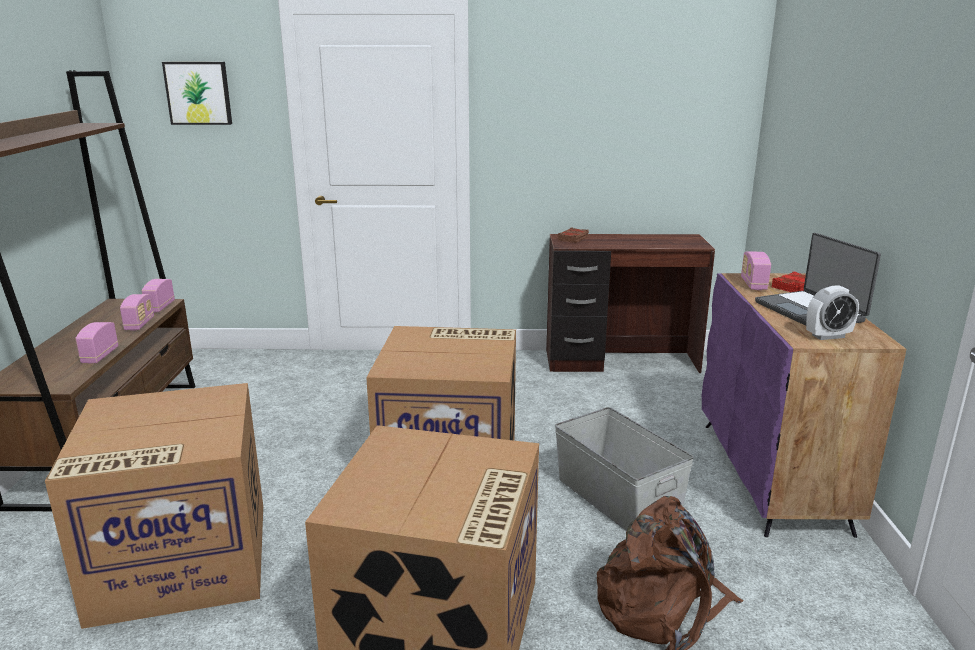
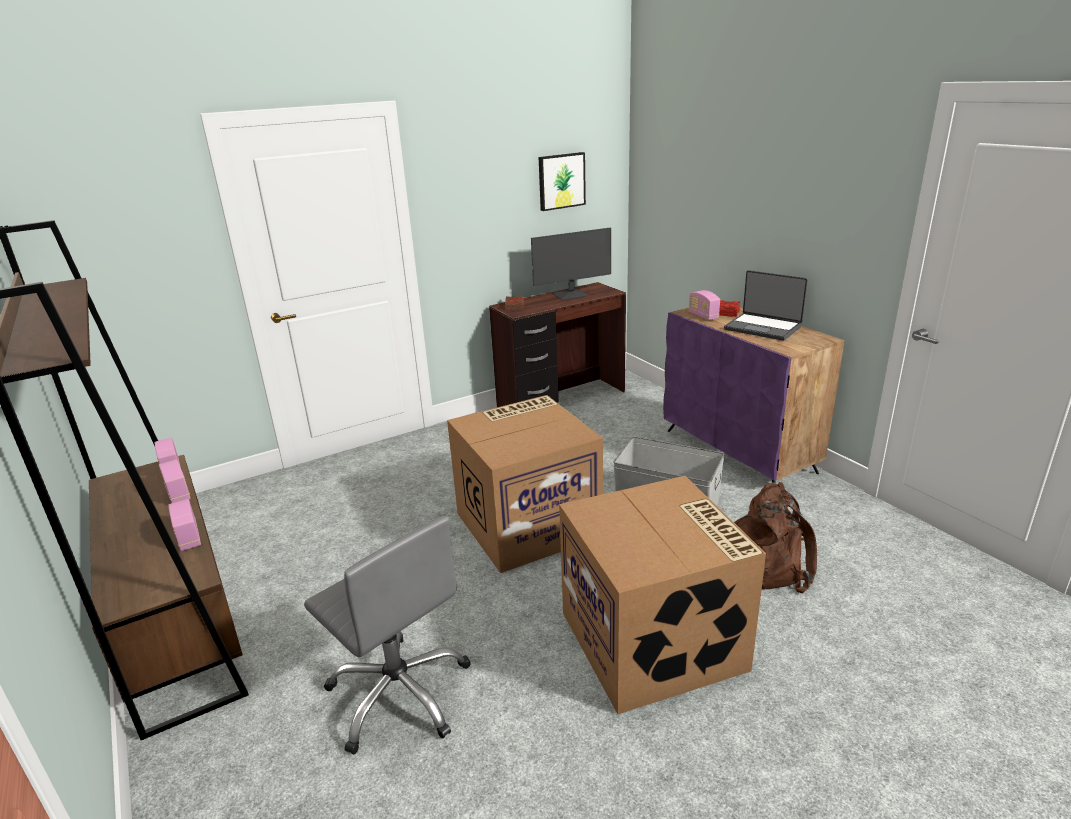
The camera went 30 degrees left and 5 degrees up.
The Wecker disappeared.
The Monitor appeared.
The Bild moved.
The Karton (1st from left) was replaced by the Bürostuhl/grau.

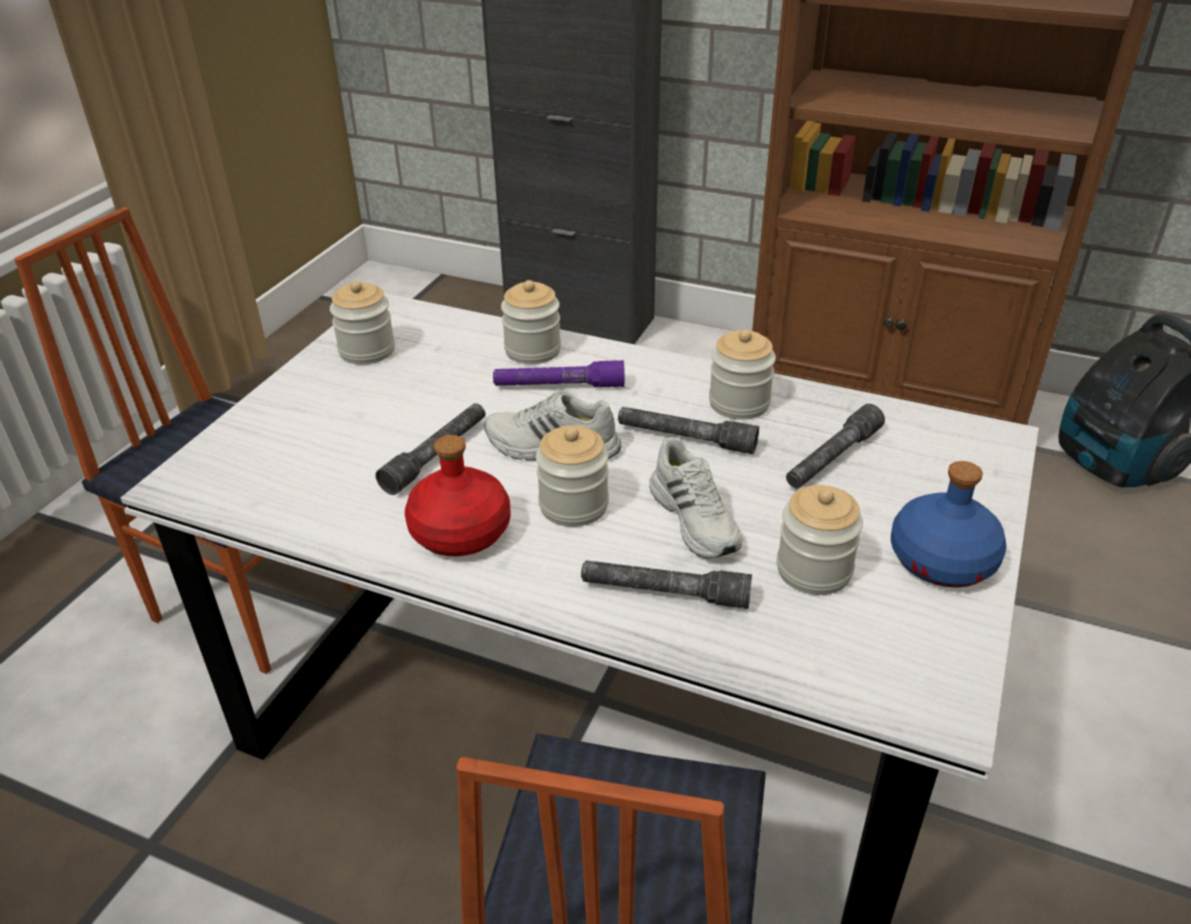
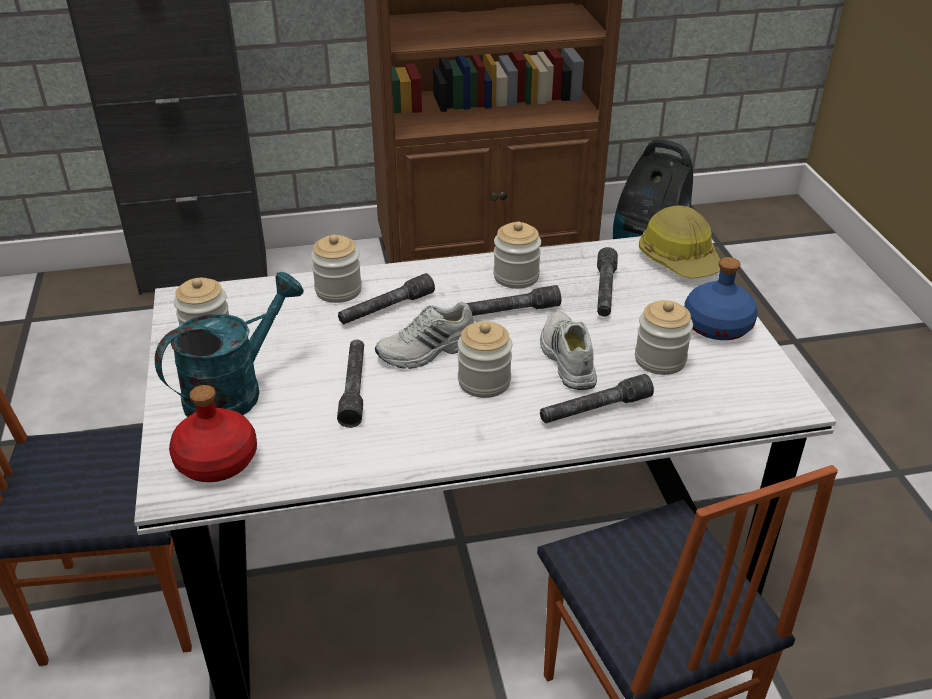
The camera went 35 degrees left and 0 degrees up.
The Gießkanne/türkis appeared.
The Schutzhelm appeared.
The Flasche/rot moved.
The Taschenlampe/lila became the Taschenlampe/grau (2nd from left).
The Schuh/weiß (2nd from left) turned 135 degrees counterclockwise.

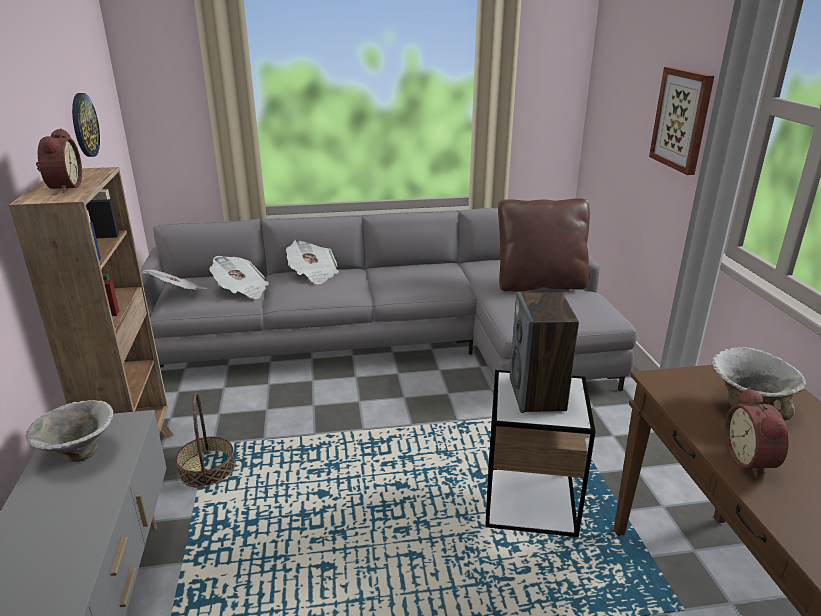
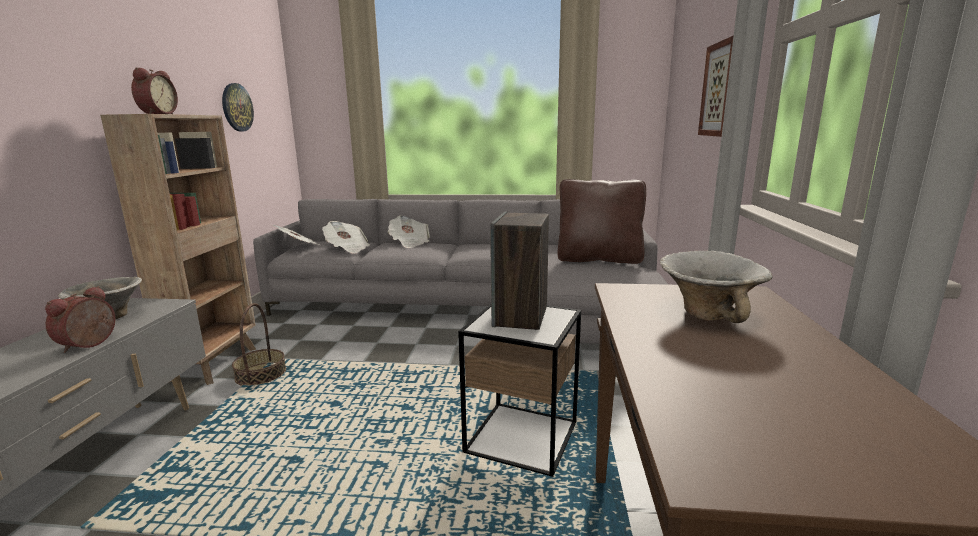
The camera went 15 degrees right and 10 degrees down.
The Wecker (2nd from left in the first image) moved.

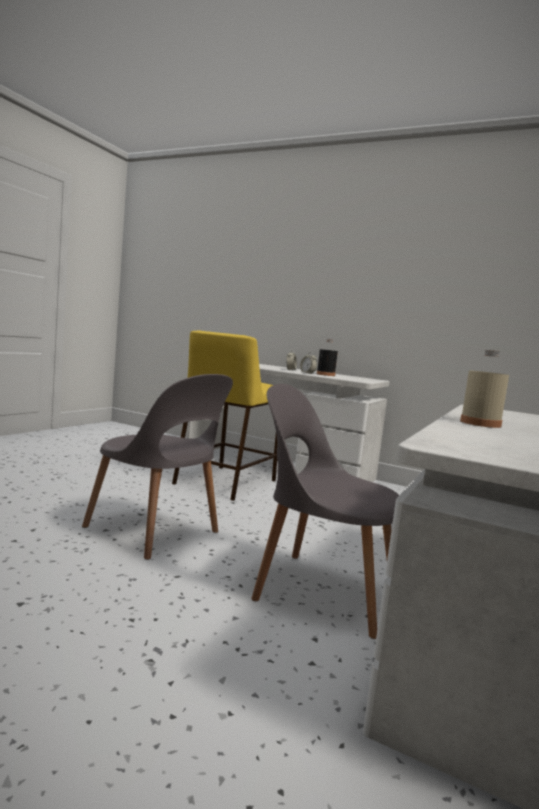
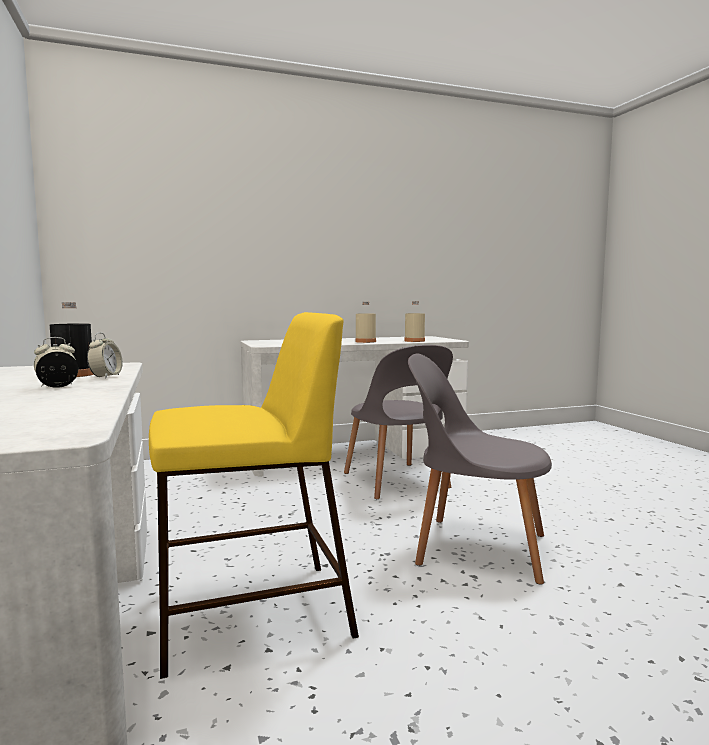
The camera went 135 degrees left and 0 degrees up.
The Flasche/beige (2nd from left) appeared.
The Stuhl/grau (1st from left in the first image) turned 60 degrees counterclockwise.

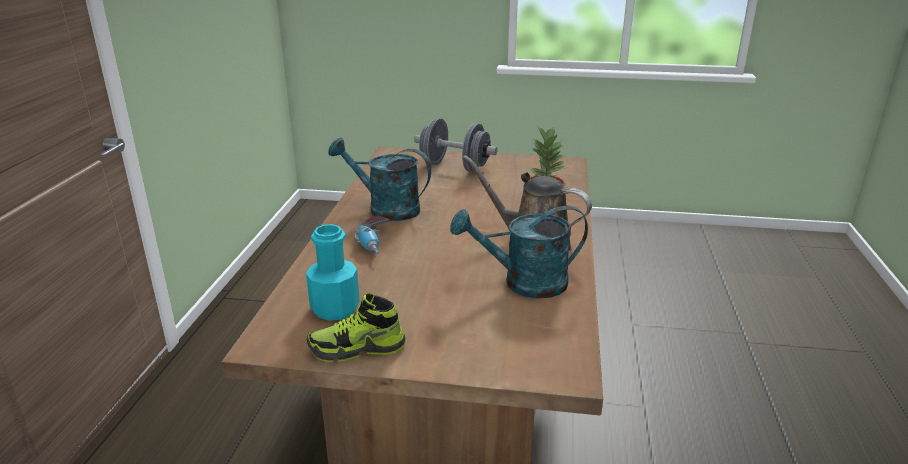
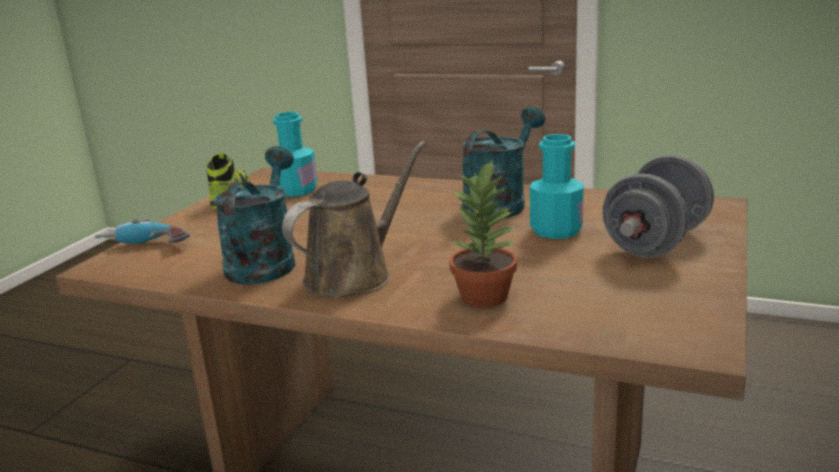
The camera went 105 degrees right and 5 degrees down.
The Flasche/türkis (2nd from left) appeared.
The Bohrmaschine moved.

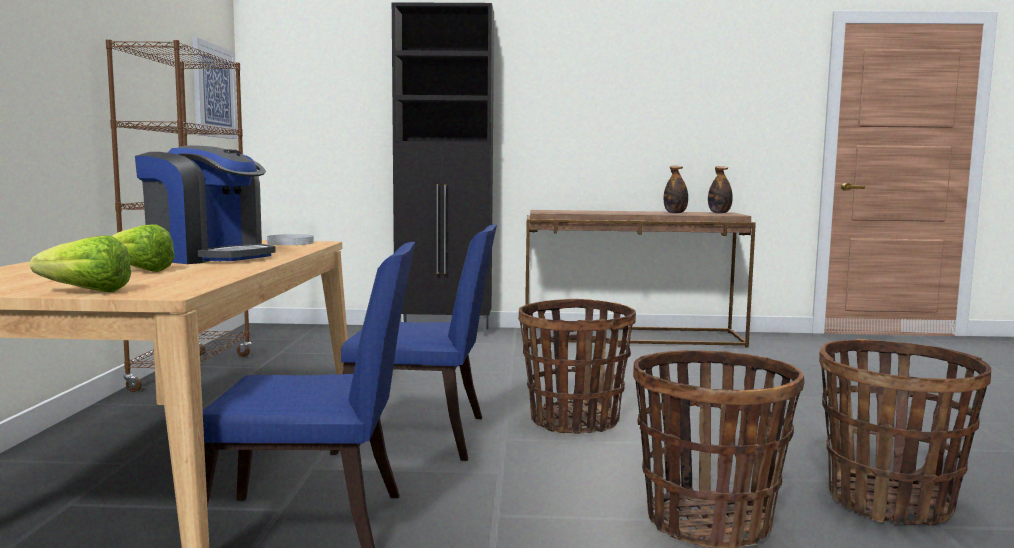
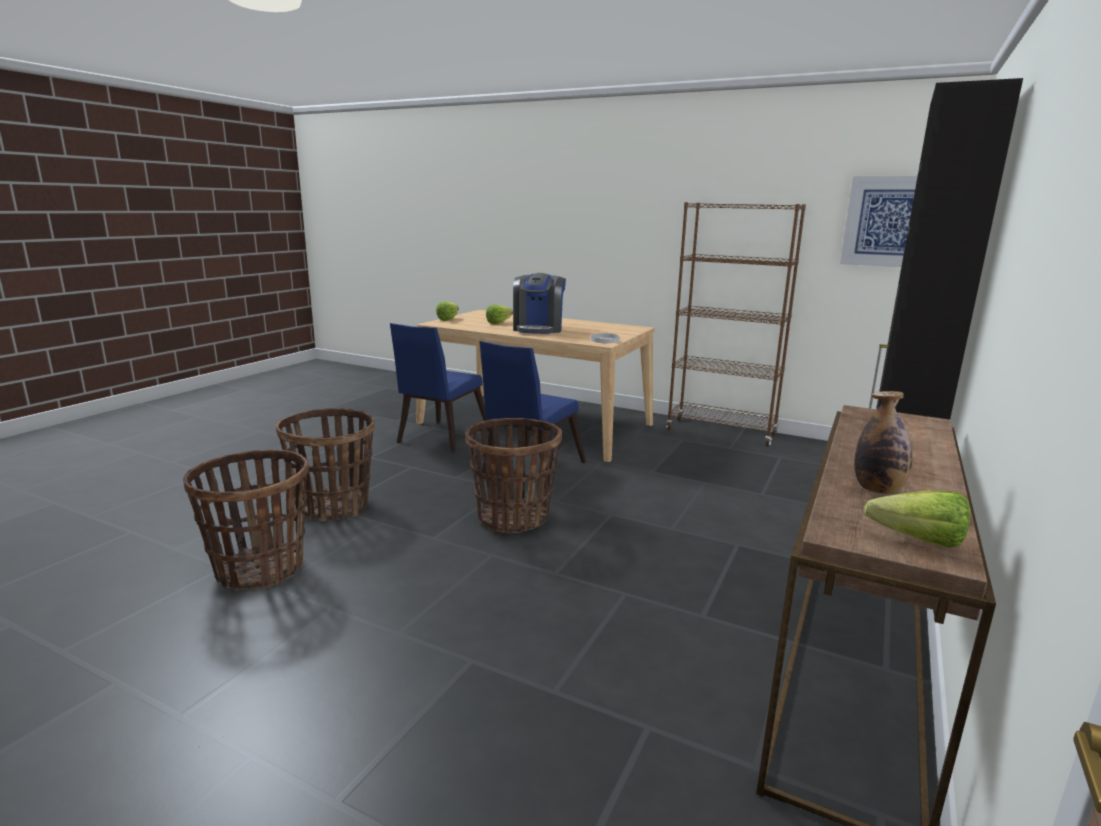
The camera went 115 degrees right and 10 degrees up.
The Flasche (2nd from left) was replaced by the Salatkopf (3rd from left).
The Kaffeemaschine turned 45 degrees counterclockwise.

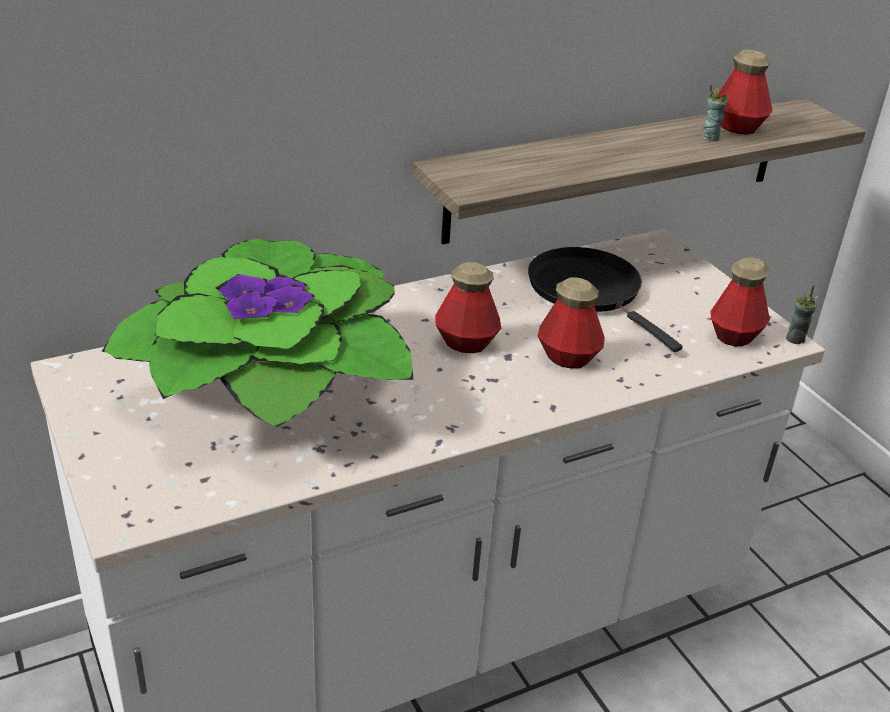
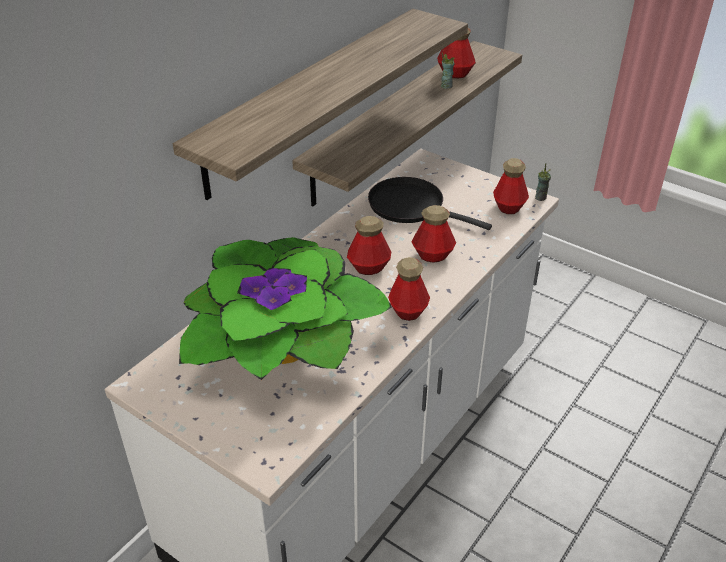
The camera went 25 degrees left and 5 degrees up.
The Wandregal (1st from left) appeared.
The Flasche (2nd from left) appeared.

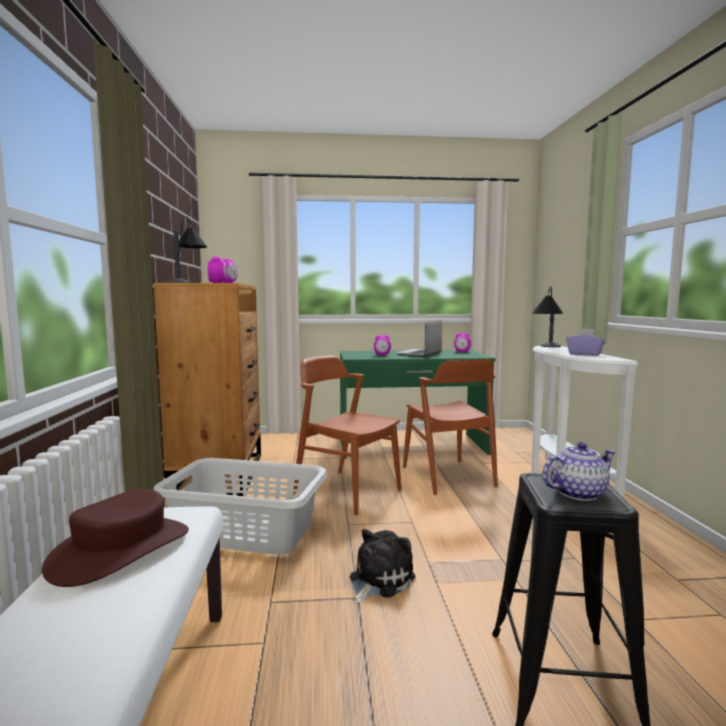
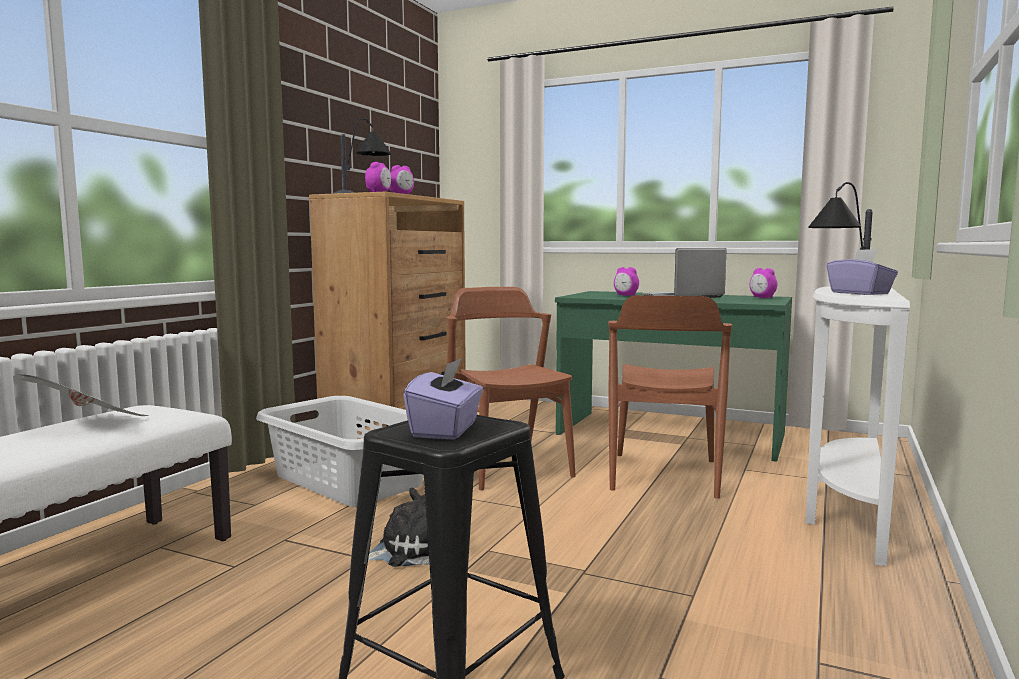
The camera went 30 degrees right and 0 degrees up.
The Hut/braun was replaced by the Zeitung.
The Teekanne was replaced by the Taschentuchbox/lila (1st from left).

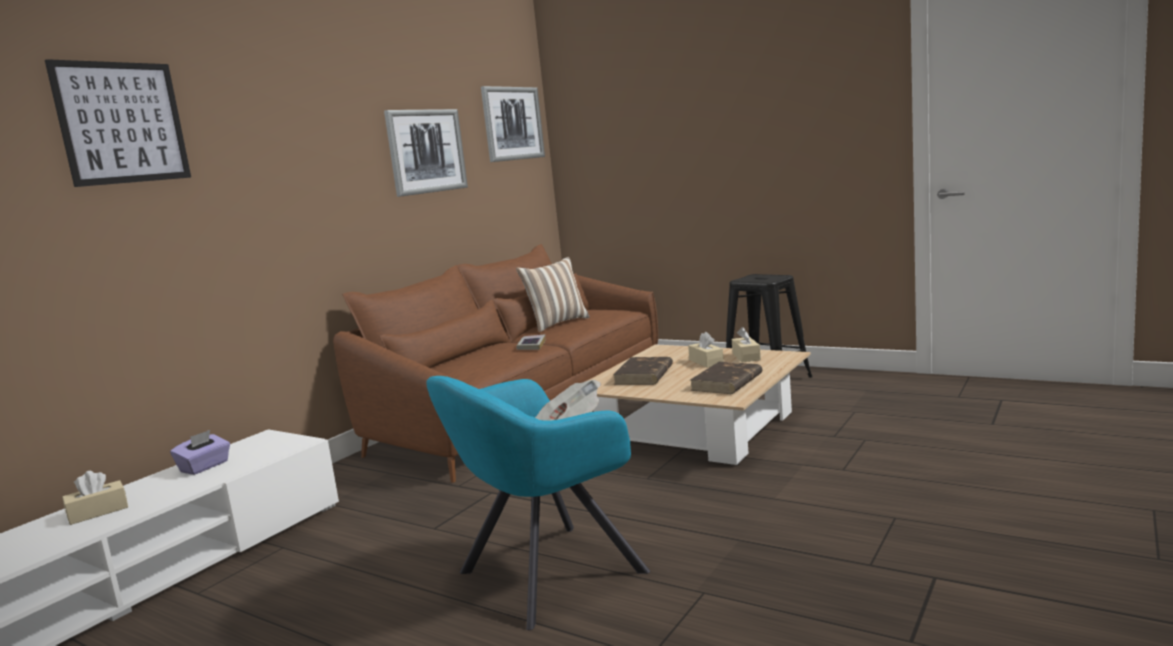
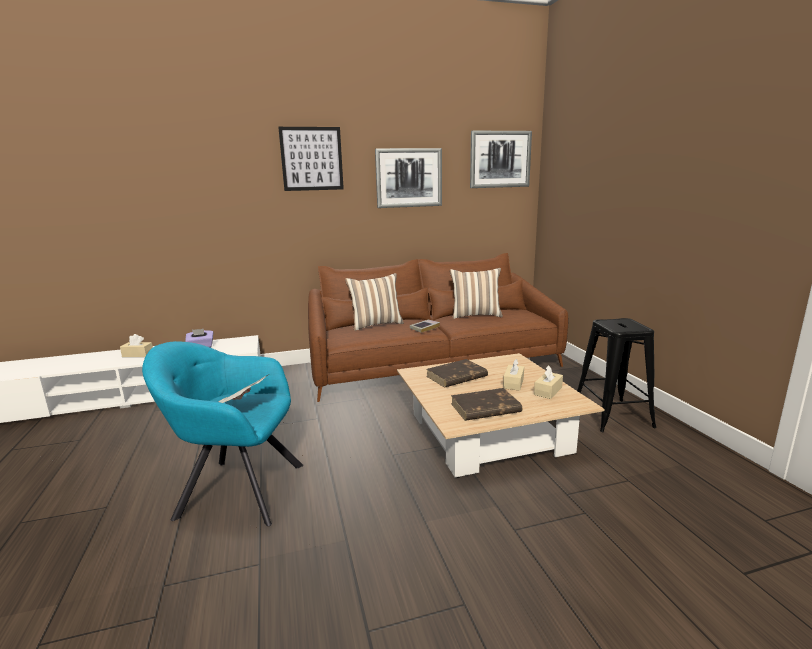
The camera went 40 degrees right and 5 degrees up.
The Kissen (1st from left) appeared.
The Bild (1st from left) moved.

